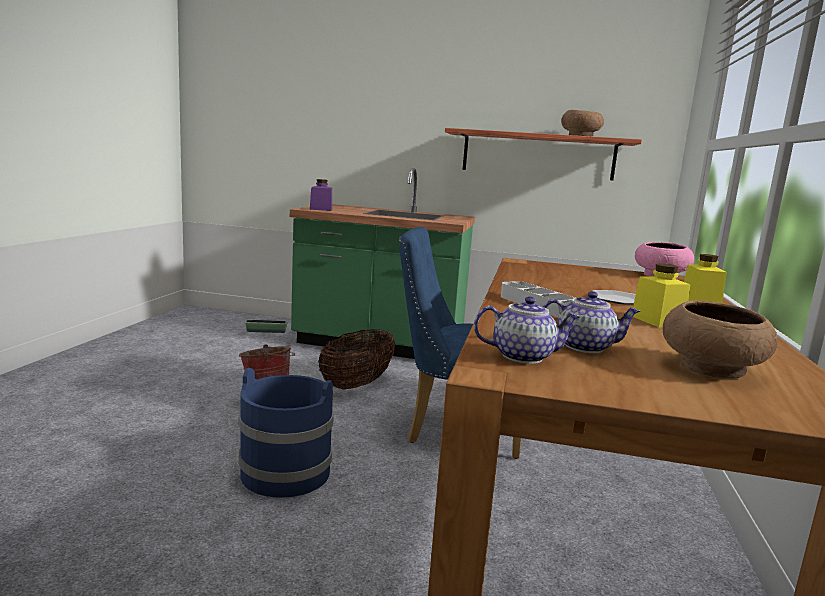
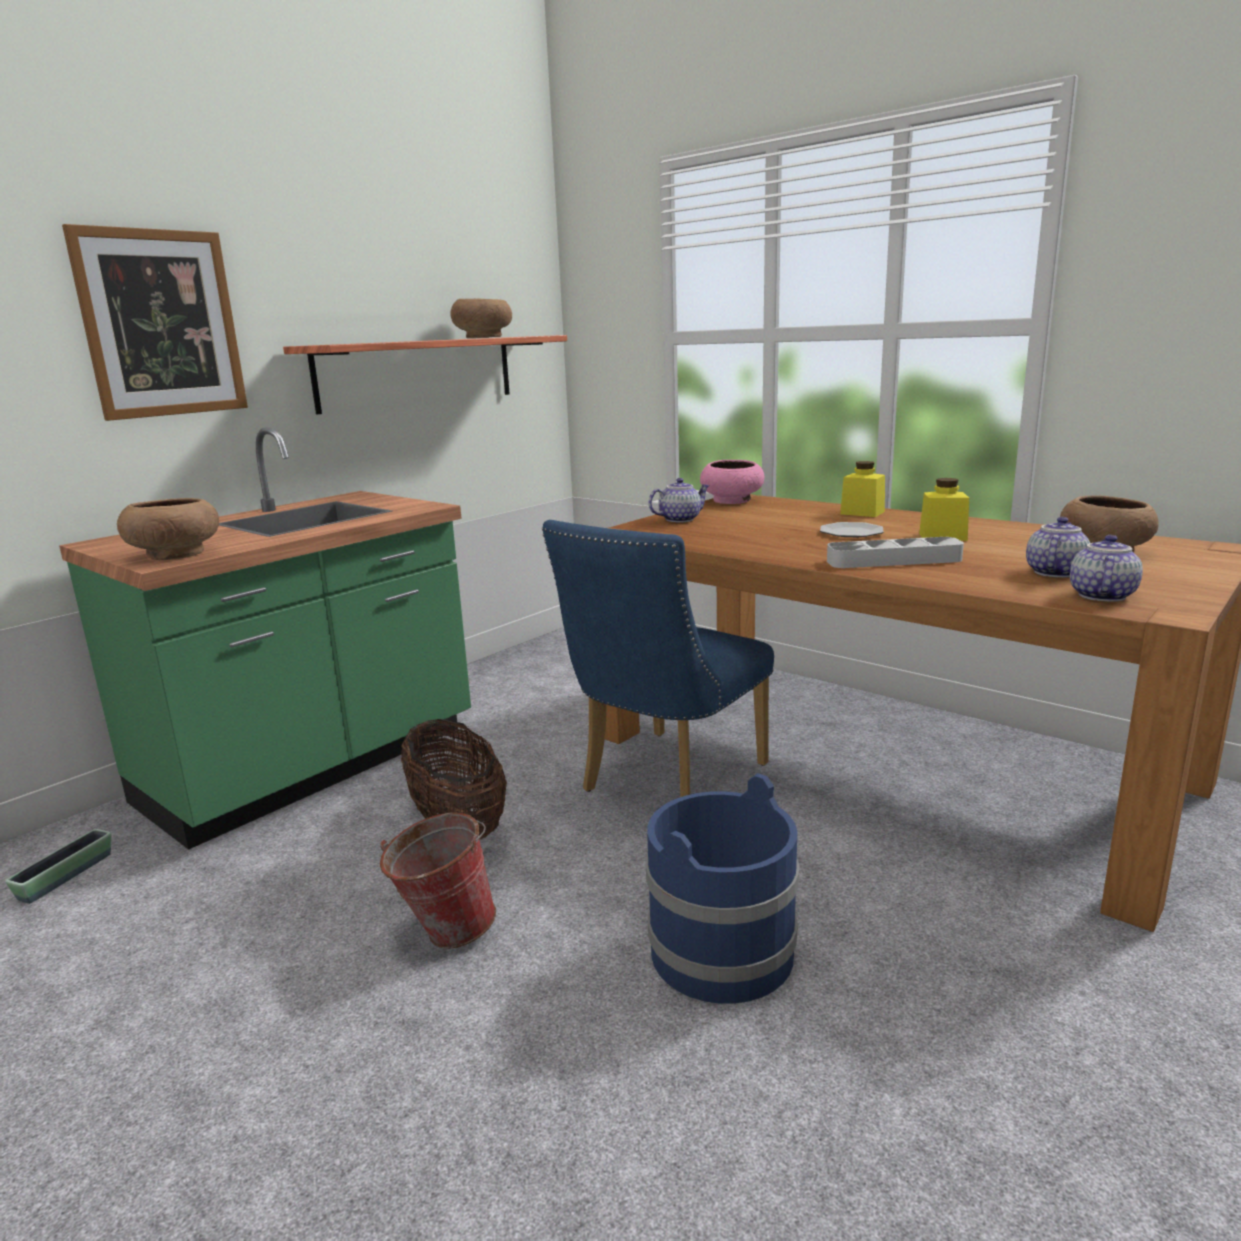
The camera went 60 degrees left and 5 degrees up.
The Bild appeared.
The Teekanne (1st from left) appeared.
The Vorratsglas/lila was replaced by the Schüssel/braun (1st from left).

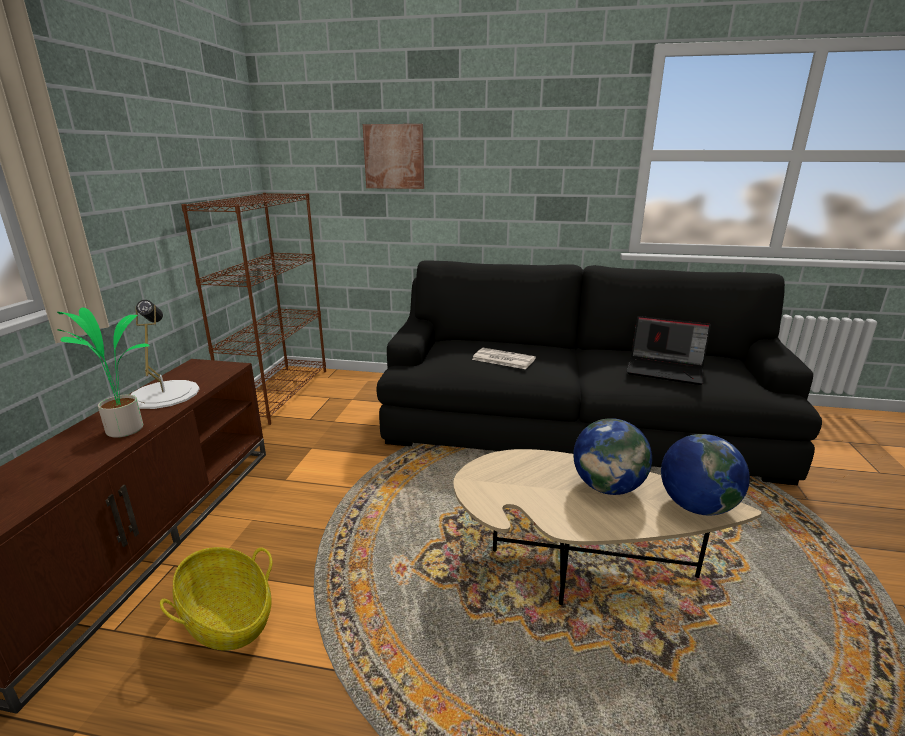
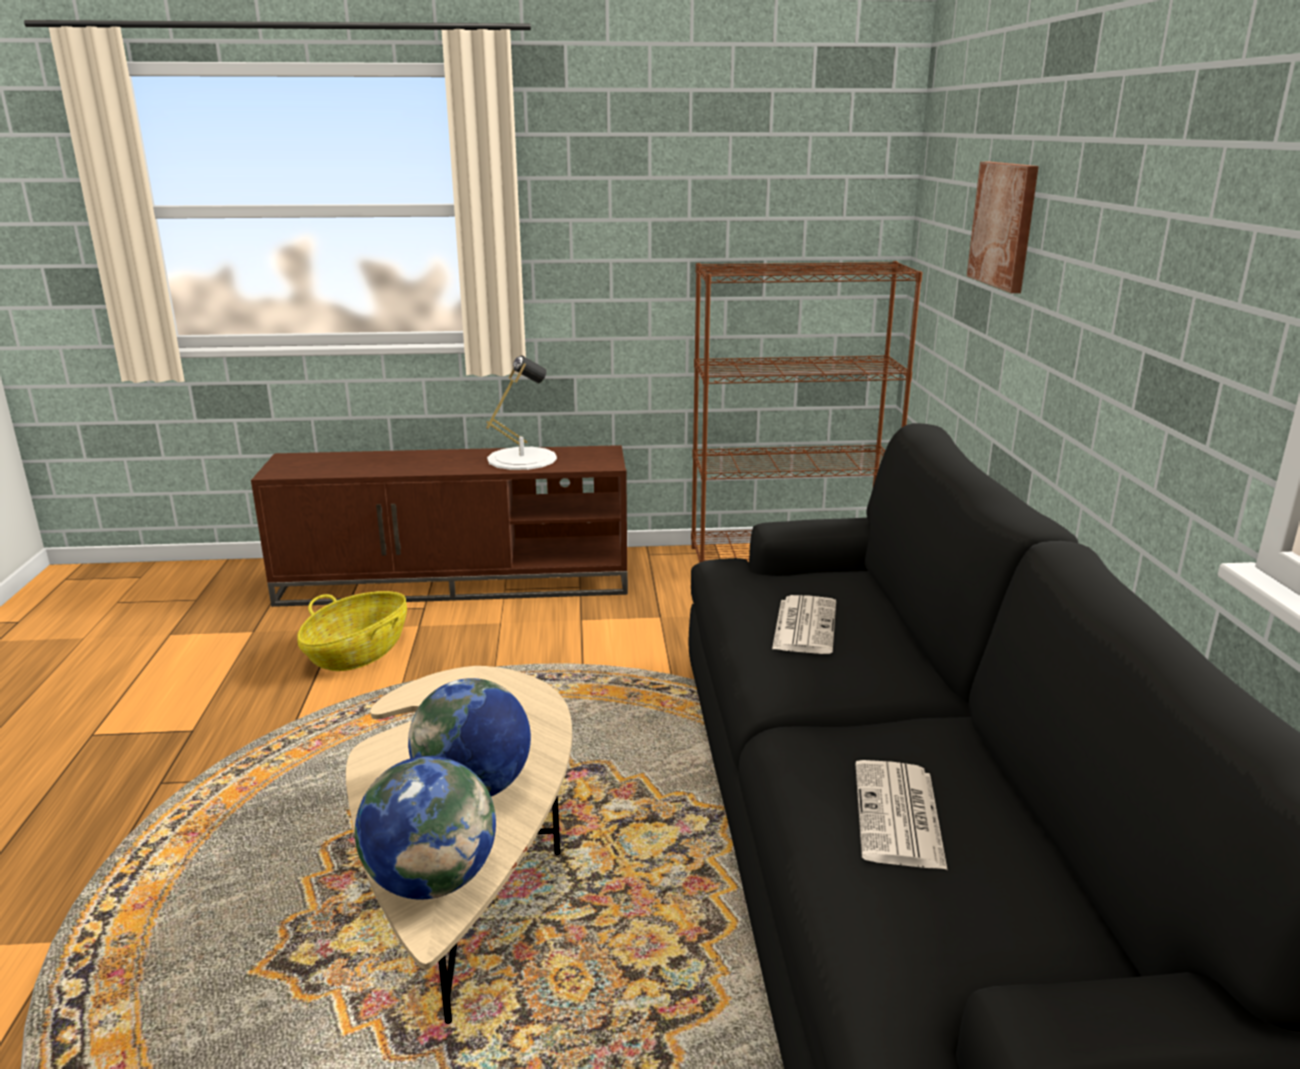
The camera went 75 degrees right and 0 degrees up.
The Topfpflanze disappeared.
The Laptop was replaced by the Zeitung (2nd from left).

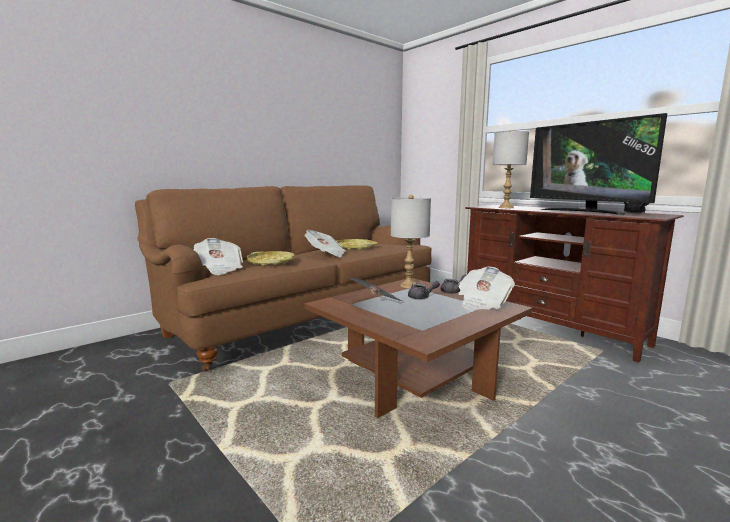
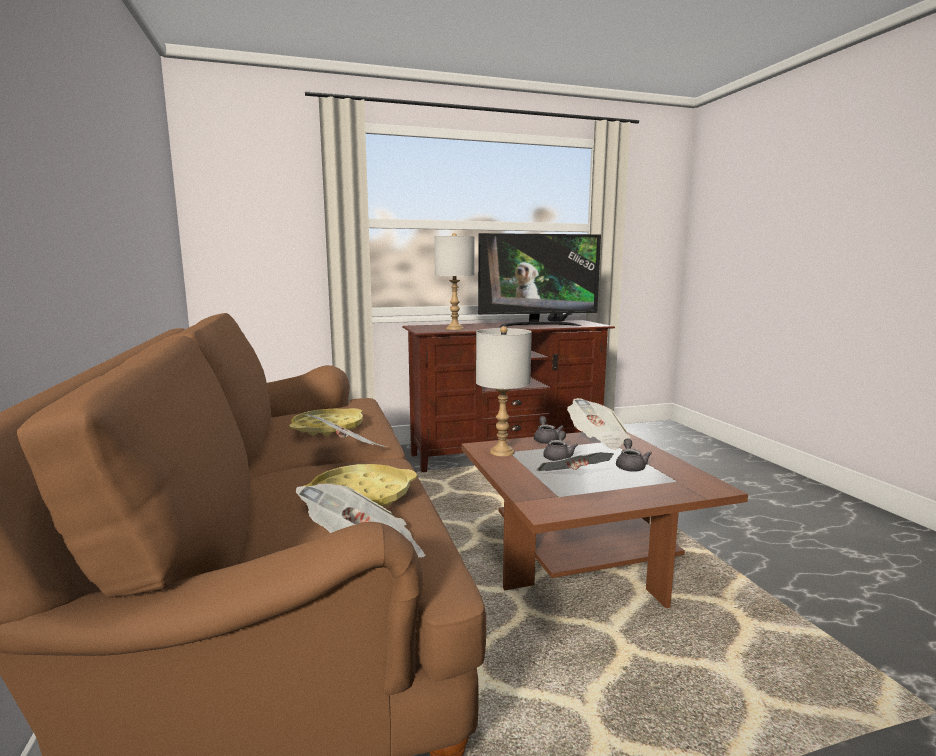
The camera went 65 degrees left and 0 degrees up.
The Teekanne/grau (4th from left) appeared.

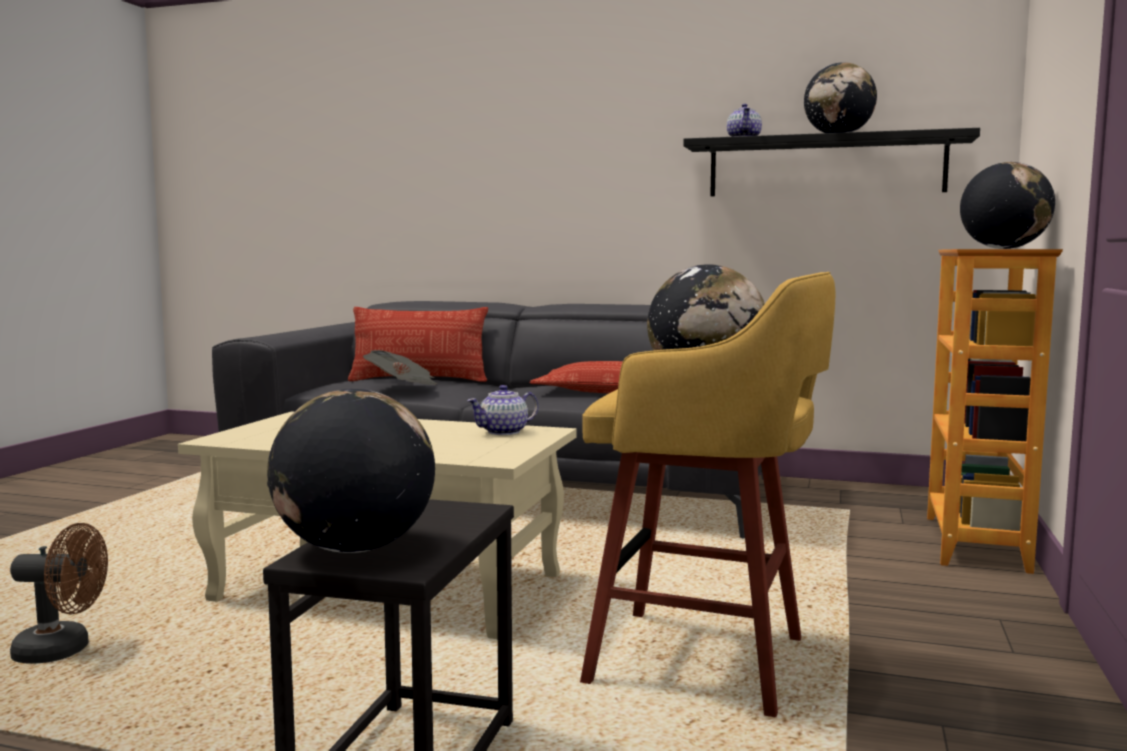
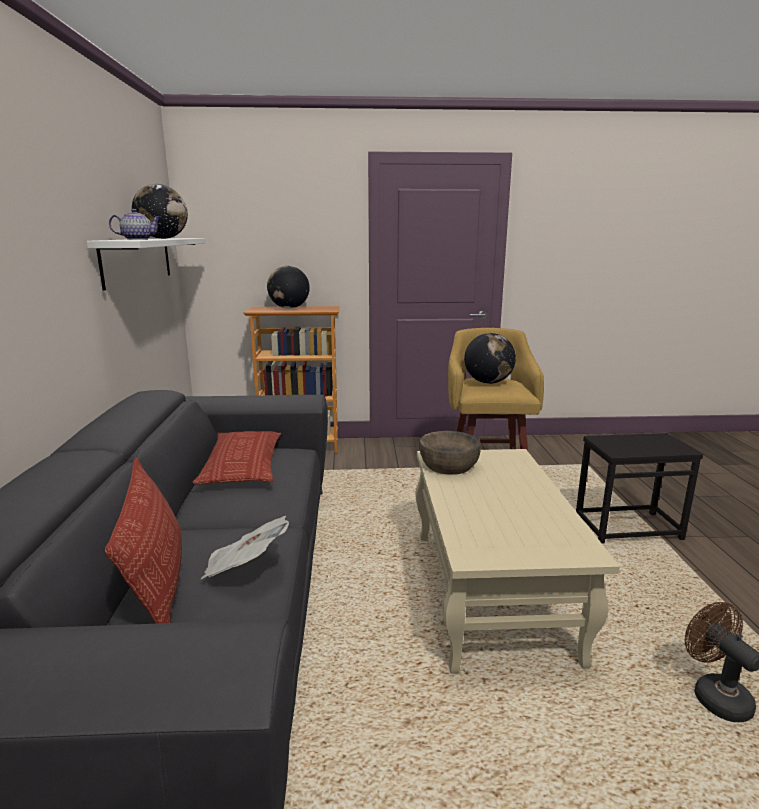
The camera went 110 degrees left and 10 degrees up.
The Globus (1st from left) disappeared.
The Teekanne (1st from left) was replaced by the Schüssel/braun.
The Wandregal/schwarz became the Wandregal/weiß.

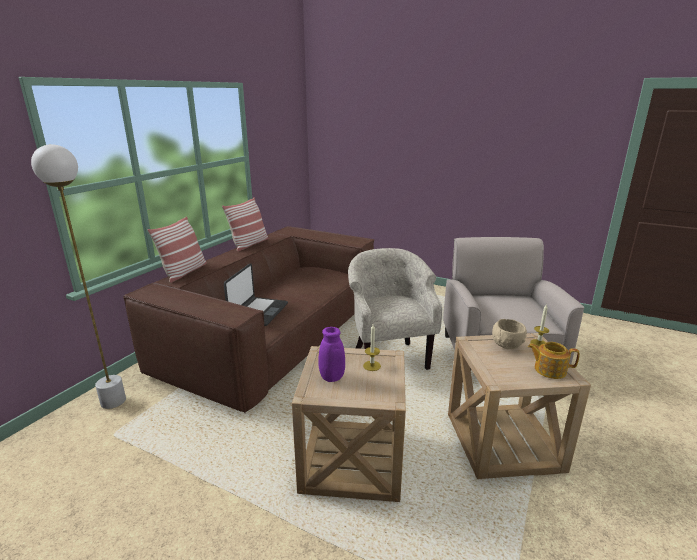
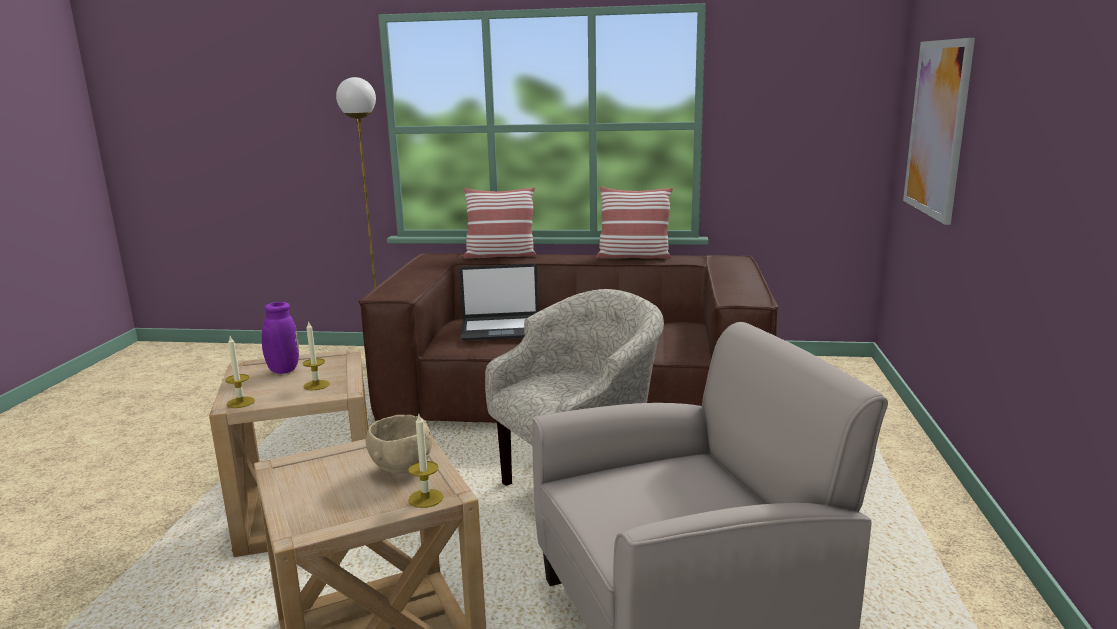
The camera went 70 degrees right and 5 degrees down.
The Teekanne disappeared.
The Kerze (1st from left) appeared.
The Bild appeared.

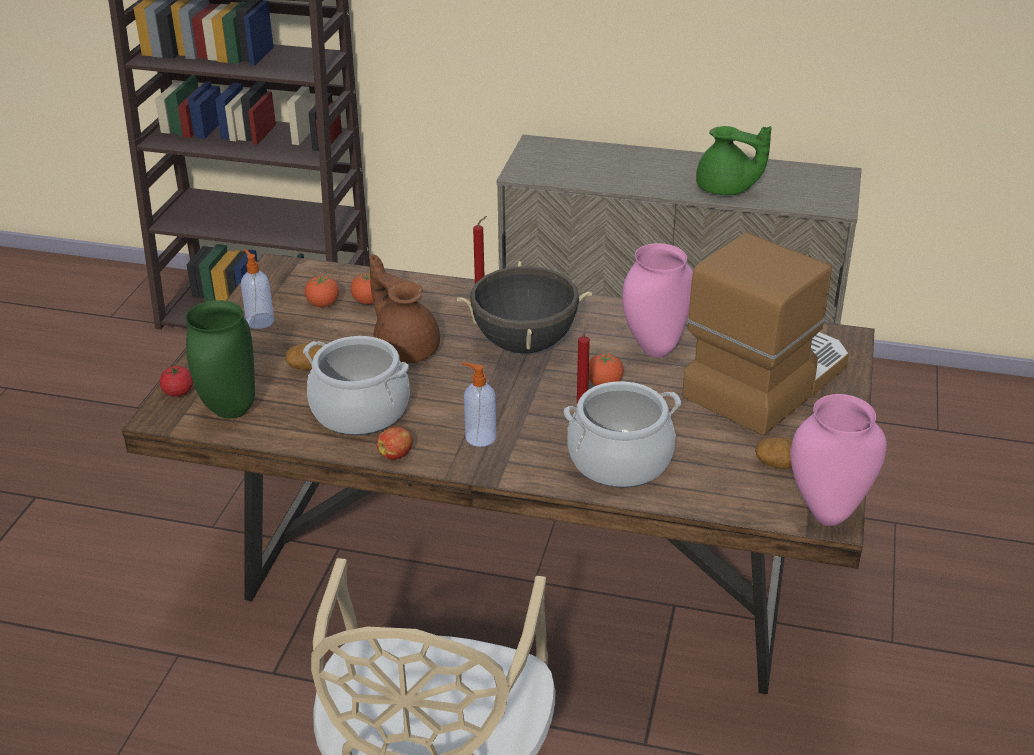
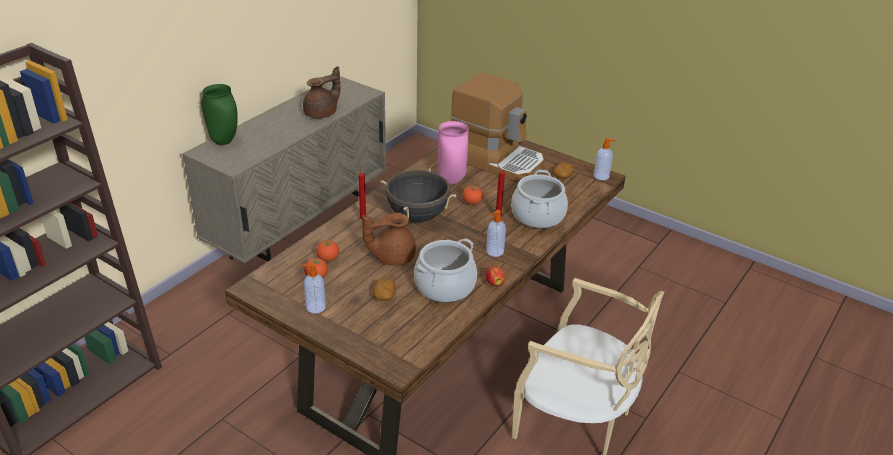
The camera went 70 degrees left and 0 degrees up.
The Tomate (1st from left) disappeared.
The Vase/grün moved.
The Vase/rosa (2nd from left) was replaced by the Seifenspender (3rd from left).
The Teekanne/grün became the Teekanne/braun (1st from left).
The Kaffeemaschine turned 150 degrees clockwise.

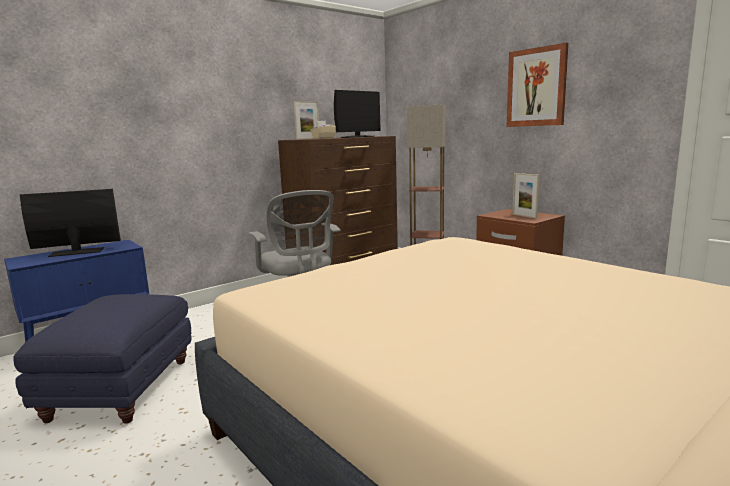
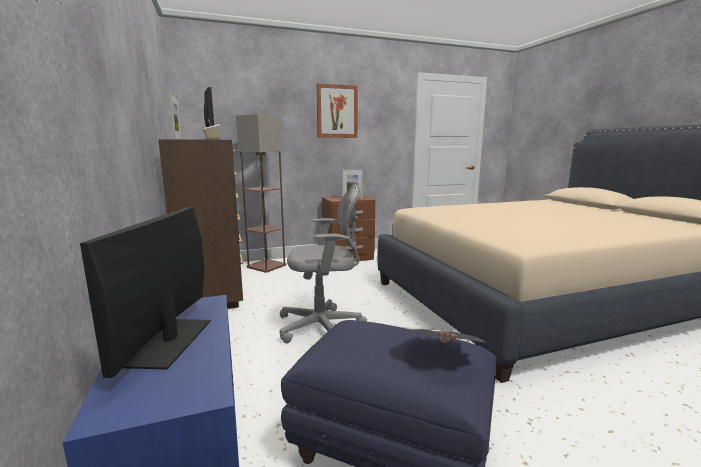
The camera went 70 degrees left and 0 degrees up.
The Zeitung appeared.

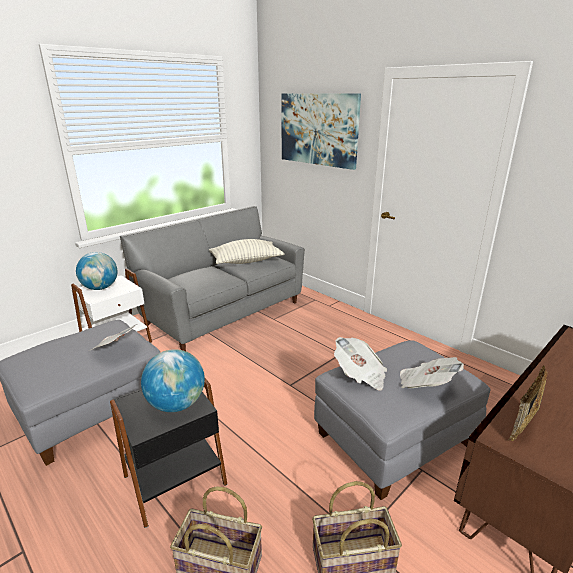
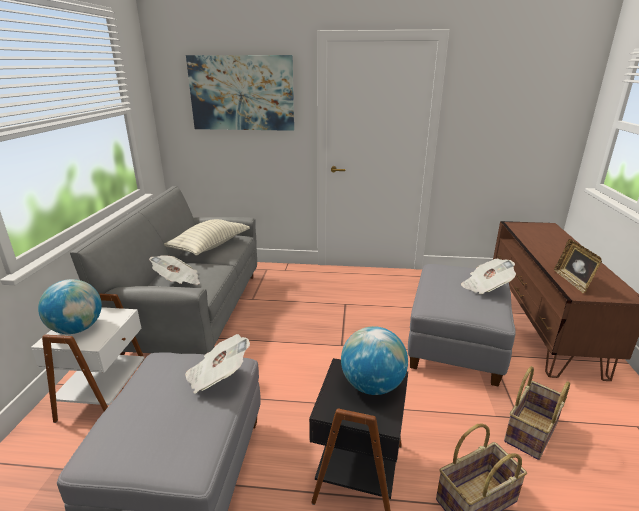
The camera went 40 degrees left and 0 degrees up.
The Zeitung (2nd from left in the first image) moved.

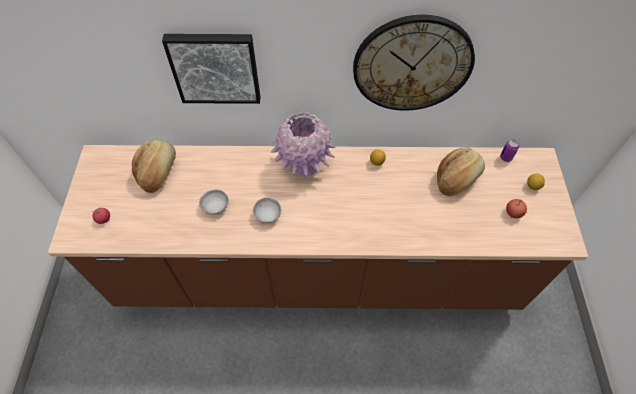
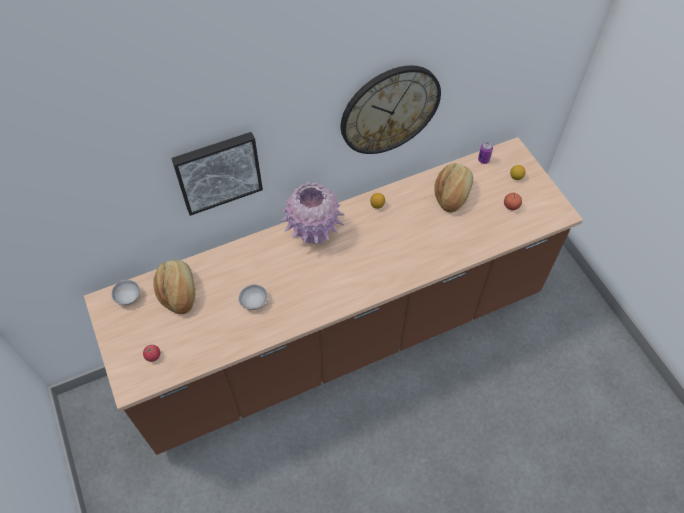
The camera went 25 degrees left and 0 degrees up.
The Schüssel/grau (2nd from left in the first image) moved.

